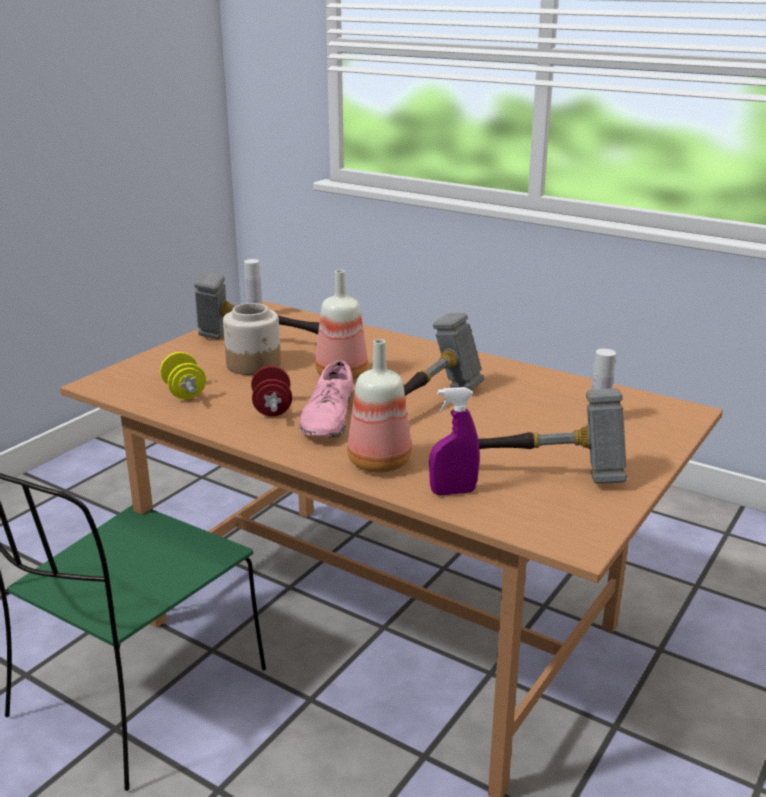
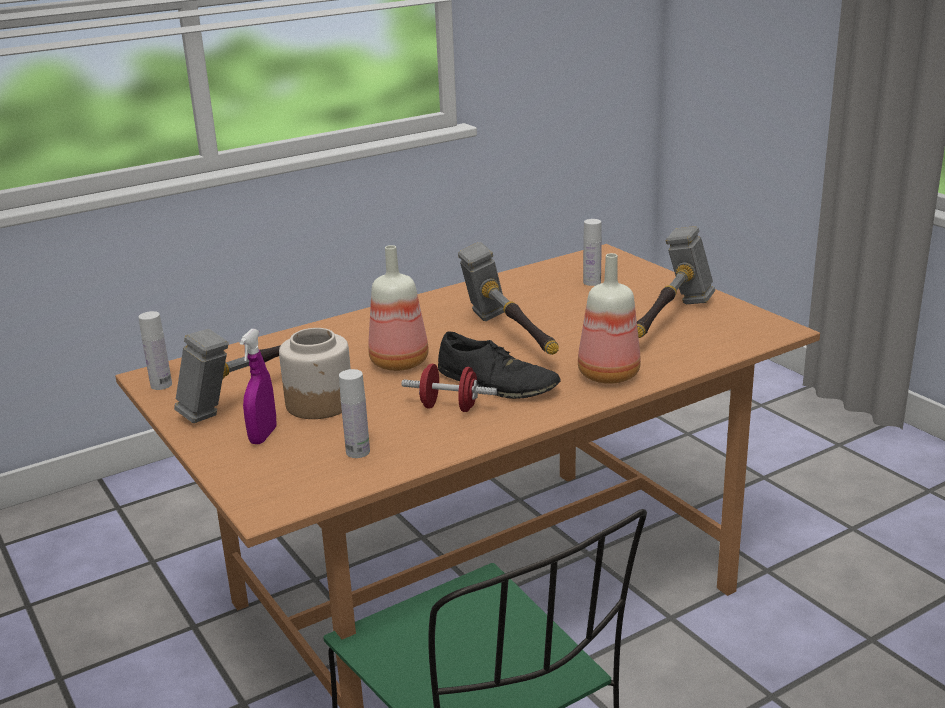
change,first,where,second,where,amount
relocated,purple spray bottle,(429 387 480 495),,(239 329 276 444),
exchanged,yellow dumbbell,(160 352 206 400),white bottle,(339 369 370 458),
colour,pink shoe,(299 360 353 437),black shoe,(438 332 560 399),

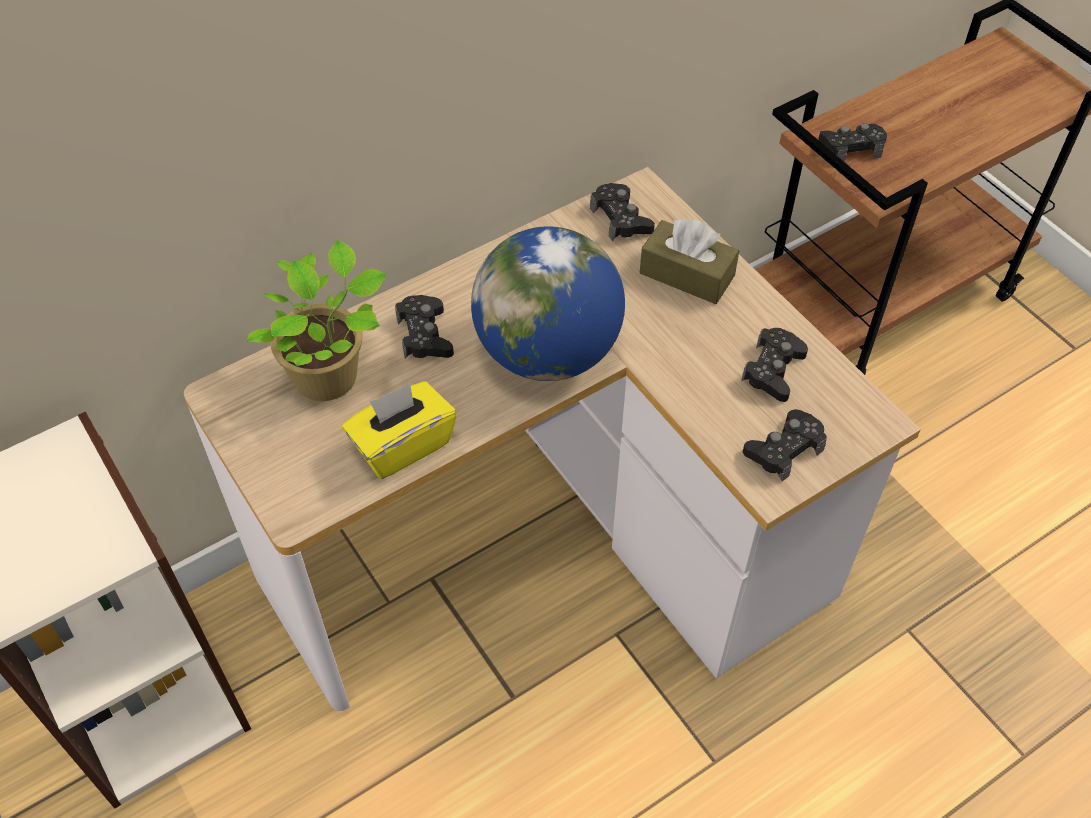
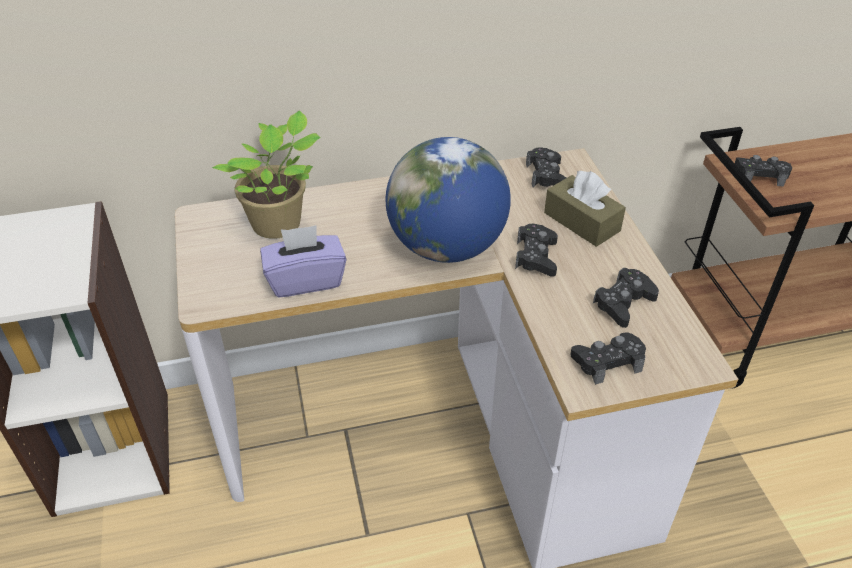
change,first,where,second,where,amount
colour,yellow tissue box,(342 381 457 479),purple tissue box,(260 225 347 297),
relocated,black game controller,(395 295 454 358),,(515 224 558 277),

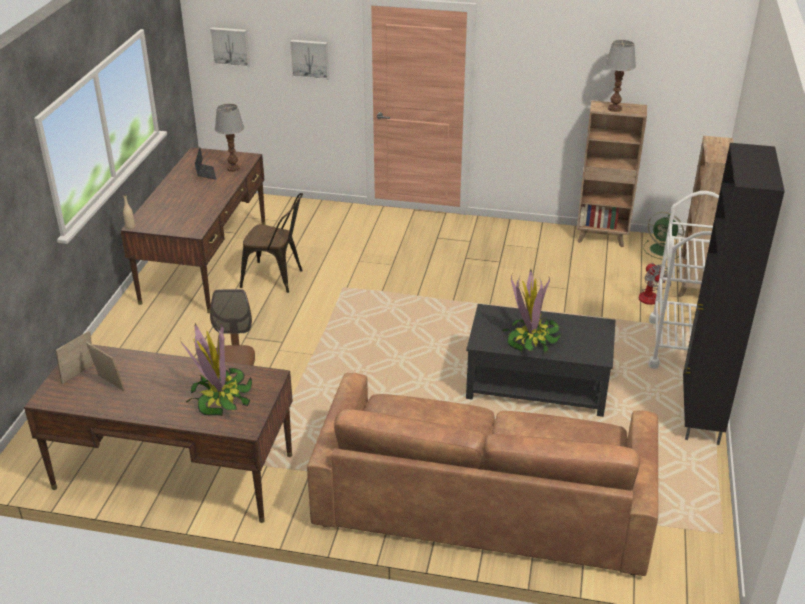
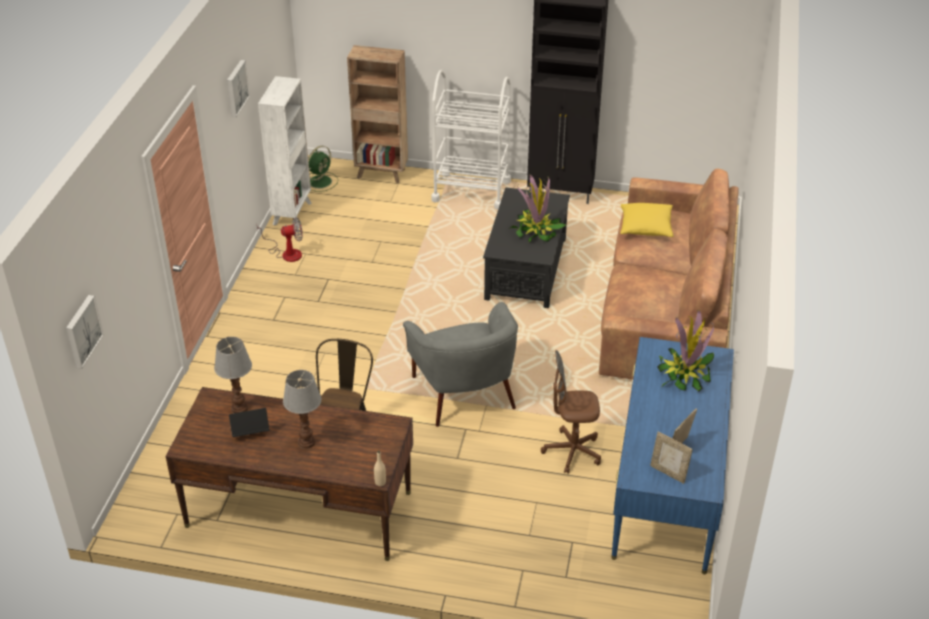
change,first,where,second,where,amount
relocated,picture,(290 40 329 80),,(227 60 250 117),
relocated,fan,(639 263 671 305),,(257 217 303 262),
colour,brown bookcase,(577 100 647 247),white bookcase,(258 76 312 227),
relocated,table lamp,(605 40 636 112),,(283 370 322 449),
appeared,,,grey armchair,(403 302 518 427),
colour,brown desk,(24 345 293 523),blue desk,(611 337 734 574),
appeared,,,yellow pillow,(620 203 673 237),

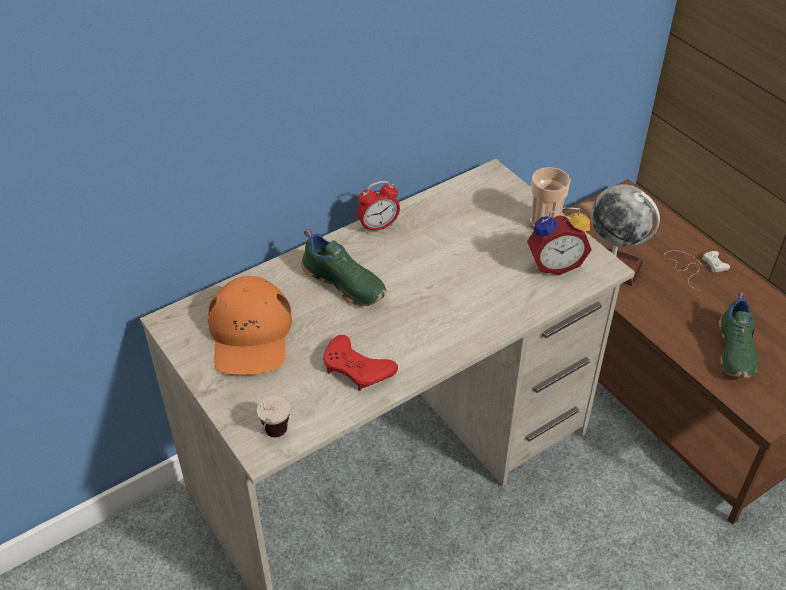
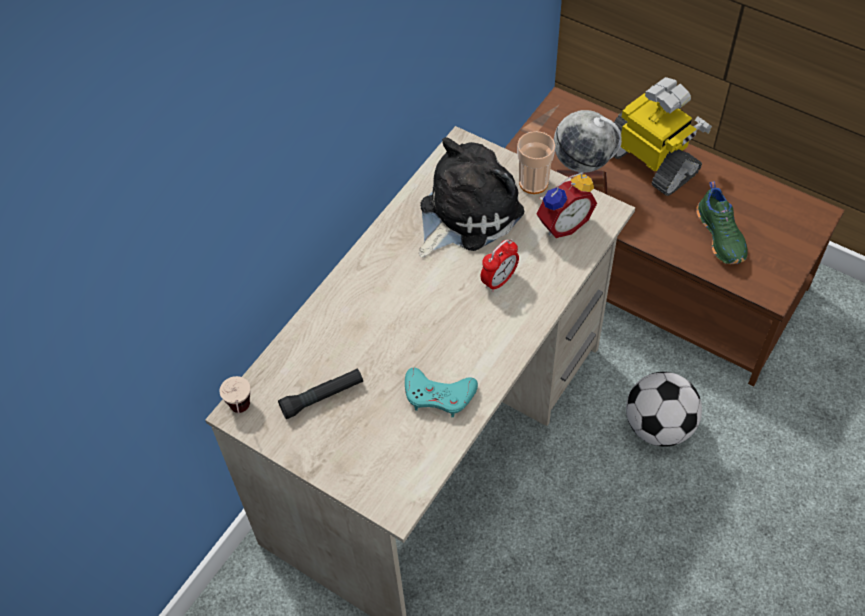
change,first,where,second,where,amount
relocated,cup,(257 396 290 437),,(220 376 250 414),
exchanged,orange cap,(207 276 292 375),black flashlight,(278 369 363 419),
colour,red game controller,(323 335 398 391),turquoise game controller,(405 368 478 417),
appeared,,,plush toy,(419 137 524 257),
relocated,alarm clock,(357 181 400 233),,(480 239 519 292),
exchanged,white game controller,(664 251 730 291),toy robot,(613 77 712 196),
appeared,,,football,(626 372 702 447),
missing,green shoe,(301 229 387 306),,,

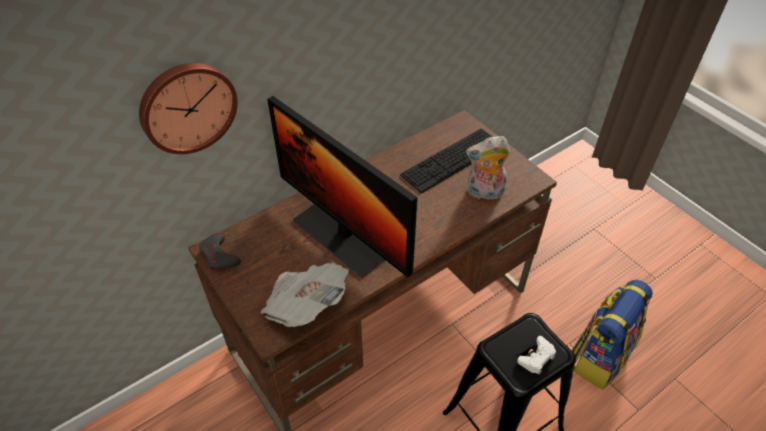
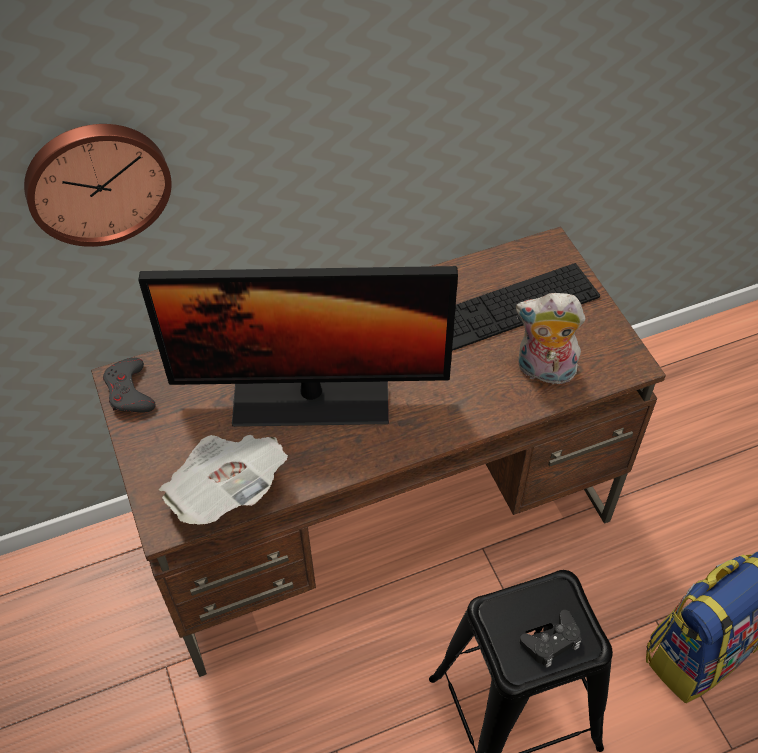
change,first,where,second,where,amount
spun,monitor,(267 96 417 278),,(138 266 458 427),60 degrees counterclockwise
colour,white game controller,(517 336 556 375),black game controller,(520 610 582 668),

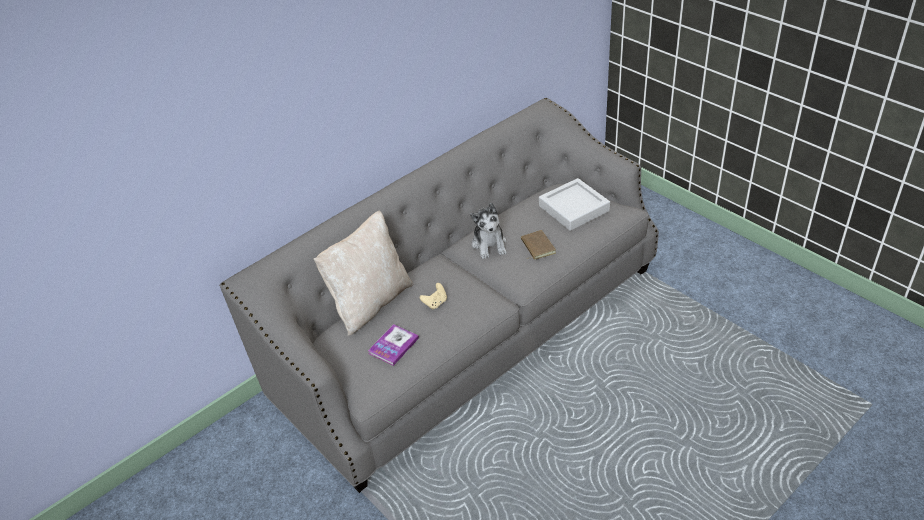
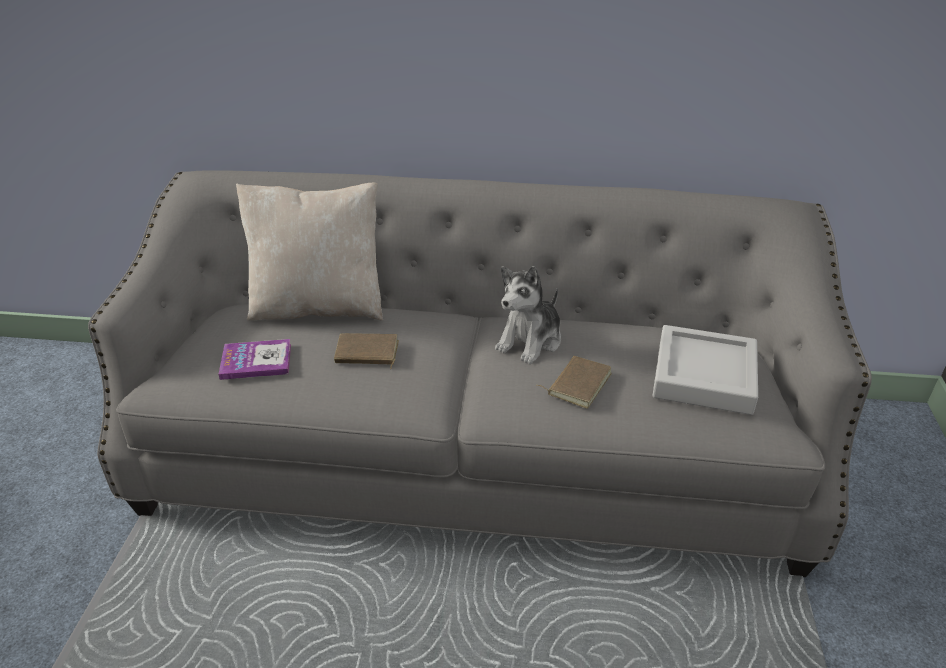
change,first,where,second,where,amount
exchanged,beige game controller,(420 283 447 310),brown book,(334 333 399 369),

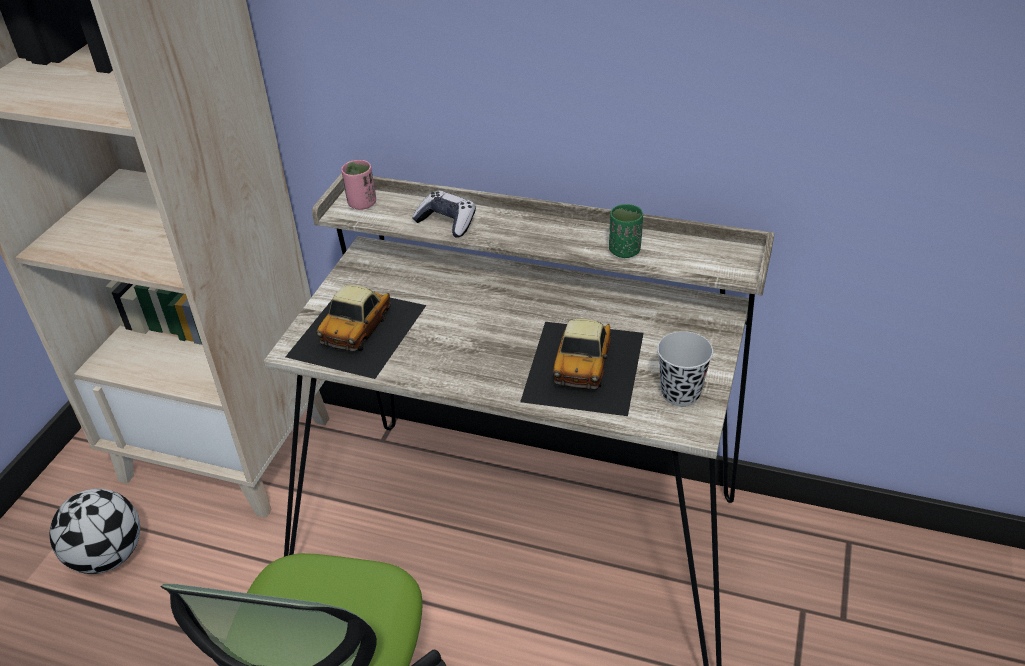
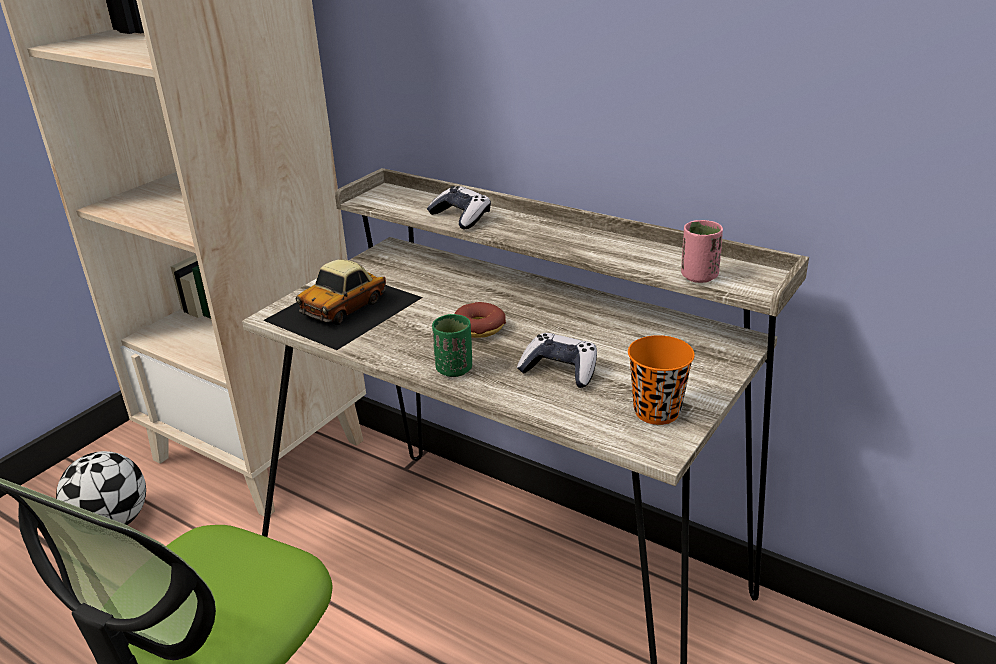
change,first,where,second,where,amount
relocated,green cup,(609 204 643 258),,(432 314 472 377),
appeared,,,donut,(454 302 506 338),
exchanged,toy car,(520 319 644 416),game controller,(517 333 597 388),
colour,black cup,(657 331 713 406),orange cup,(628 335 695 425),
relocated,pink cup,(341 160 376 210),,(681 220 723 283),

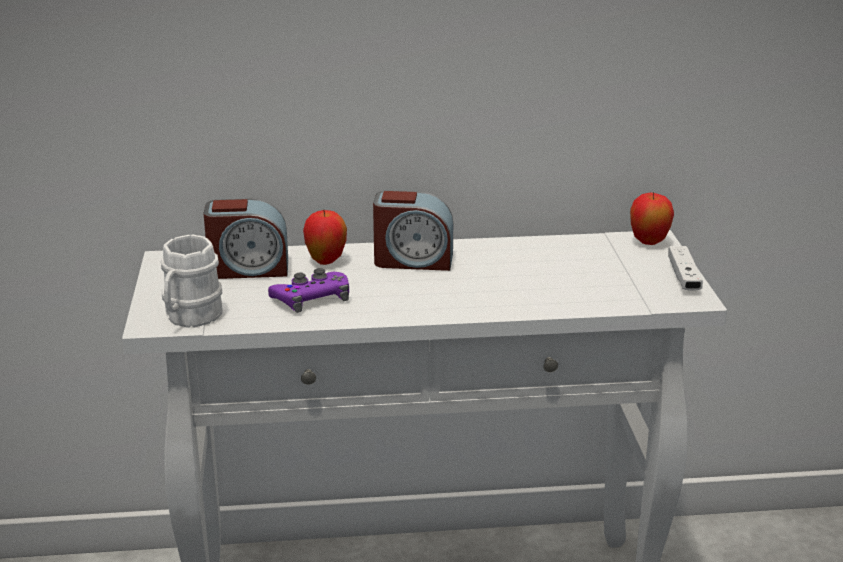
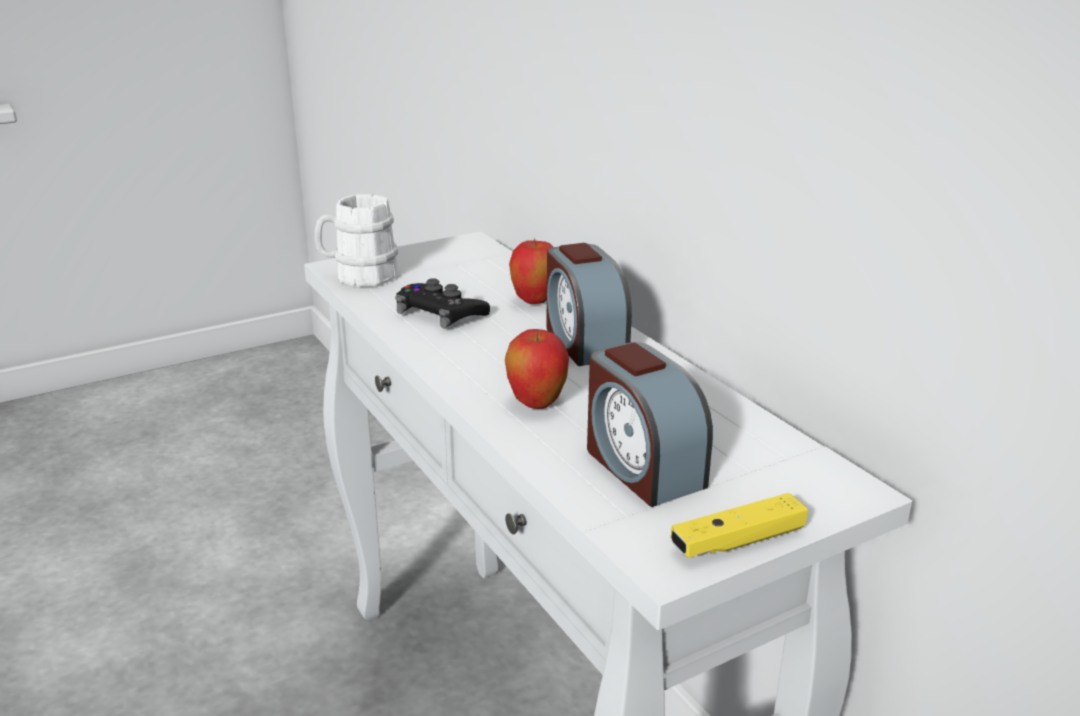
change,first,where,second,where,amount
colour,purple game controller,(268 268 349 313),black game controller,(395 278 490 329),
relocated,apple,(630 192 674 245),,(505 329 569 409),
relocated,alarm clock,(203 199 288 279),,(587 342 713 507),
colour,white game controller,(668 246 703 290),yellow game controller,(671 493 808 558),

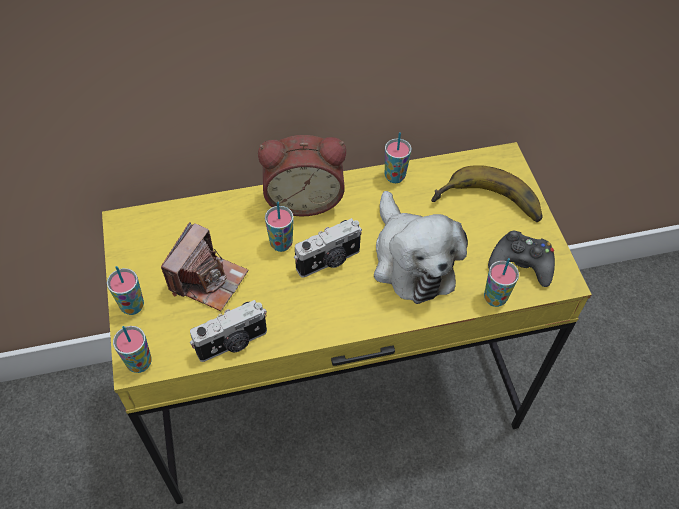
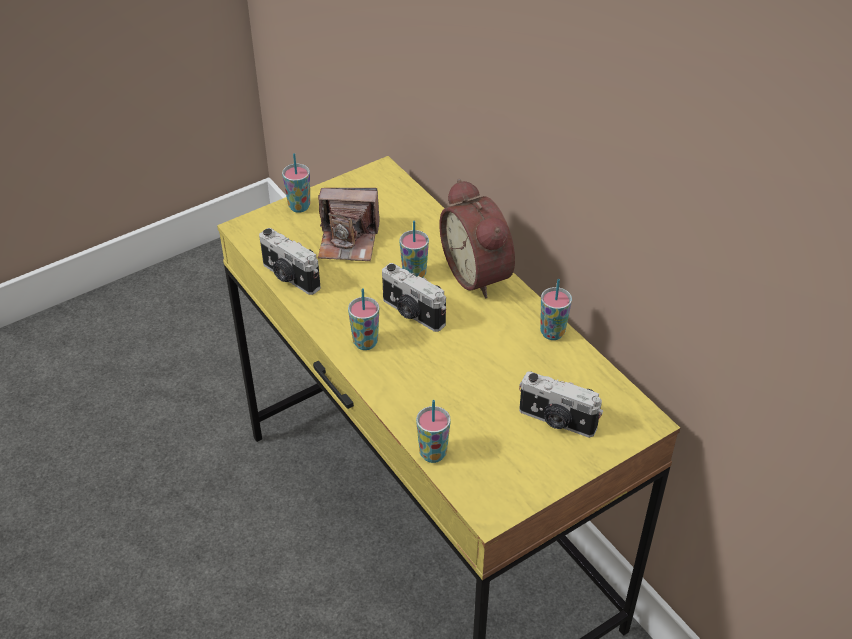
change,first,where,second,where,amount
relocated,cup,(113 326 152 373),,(348 288 379 350),
exchanged,banana,(431 165 543 222),photo camera,(519 371 603 438),
missing,plush toy,(374 191 468 304),,,
missing,black game controller,(488 230 555 287),,,

